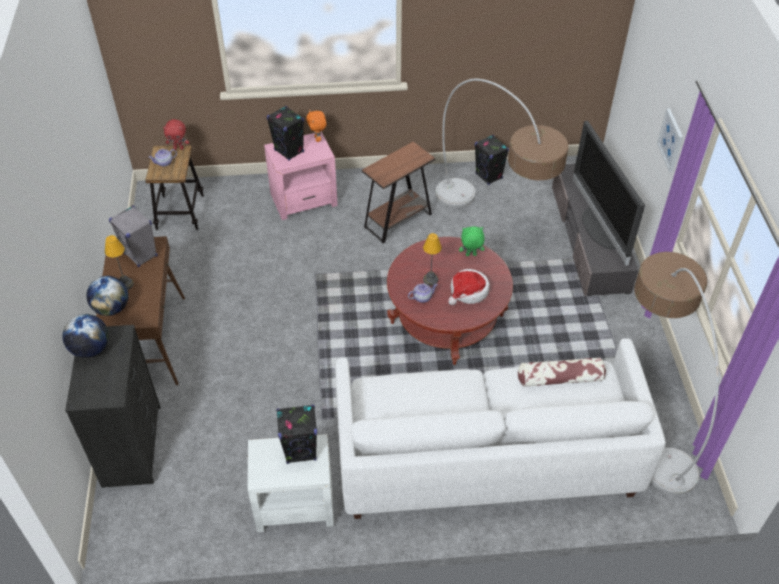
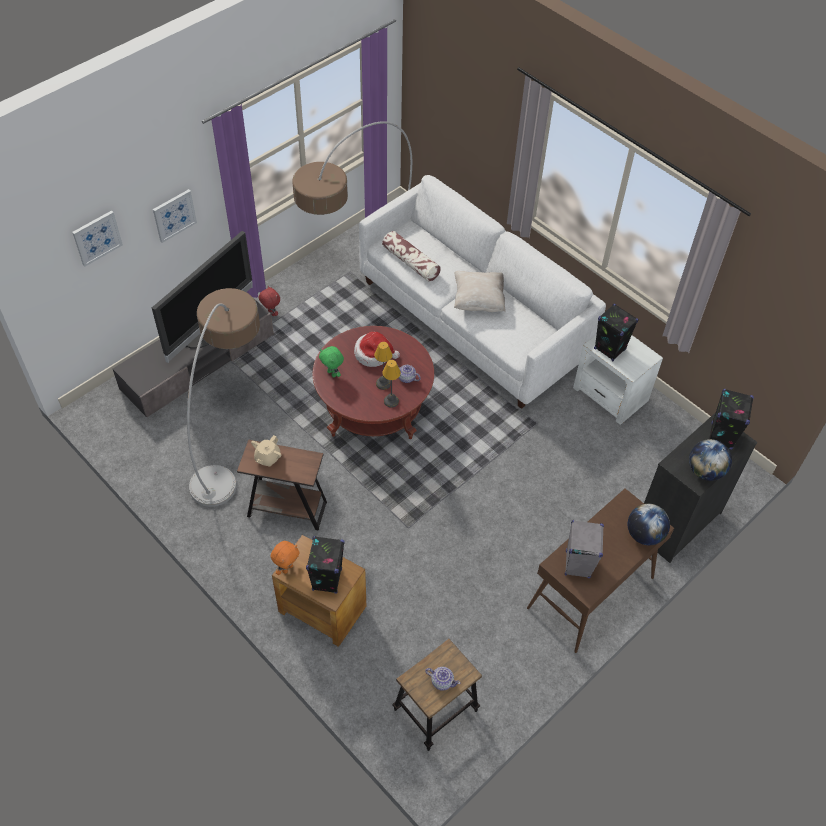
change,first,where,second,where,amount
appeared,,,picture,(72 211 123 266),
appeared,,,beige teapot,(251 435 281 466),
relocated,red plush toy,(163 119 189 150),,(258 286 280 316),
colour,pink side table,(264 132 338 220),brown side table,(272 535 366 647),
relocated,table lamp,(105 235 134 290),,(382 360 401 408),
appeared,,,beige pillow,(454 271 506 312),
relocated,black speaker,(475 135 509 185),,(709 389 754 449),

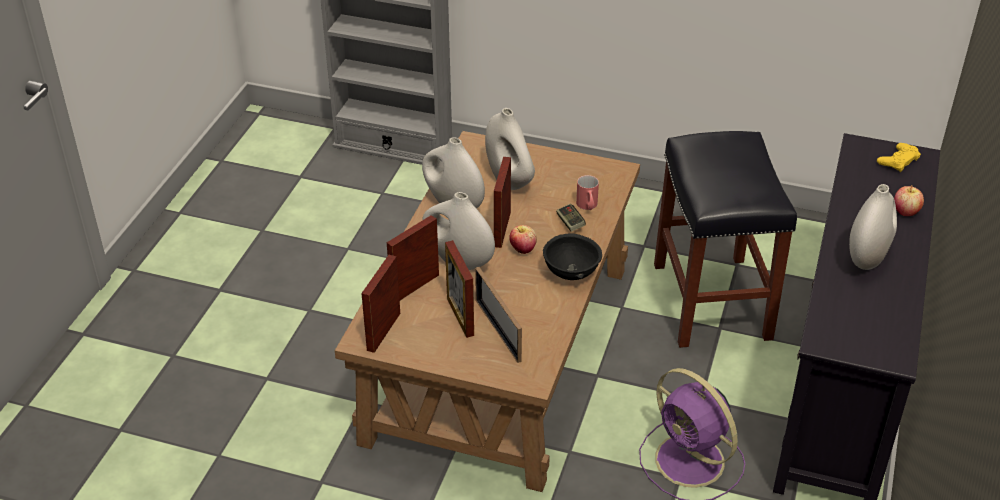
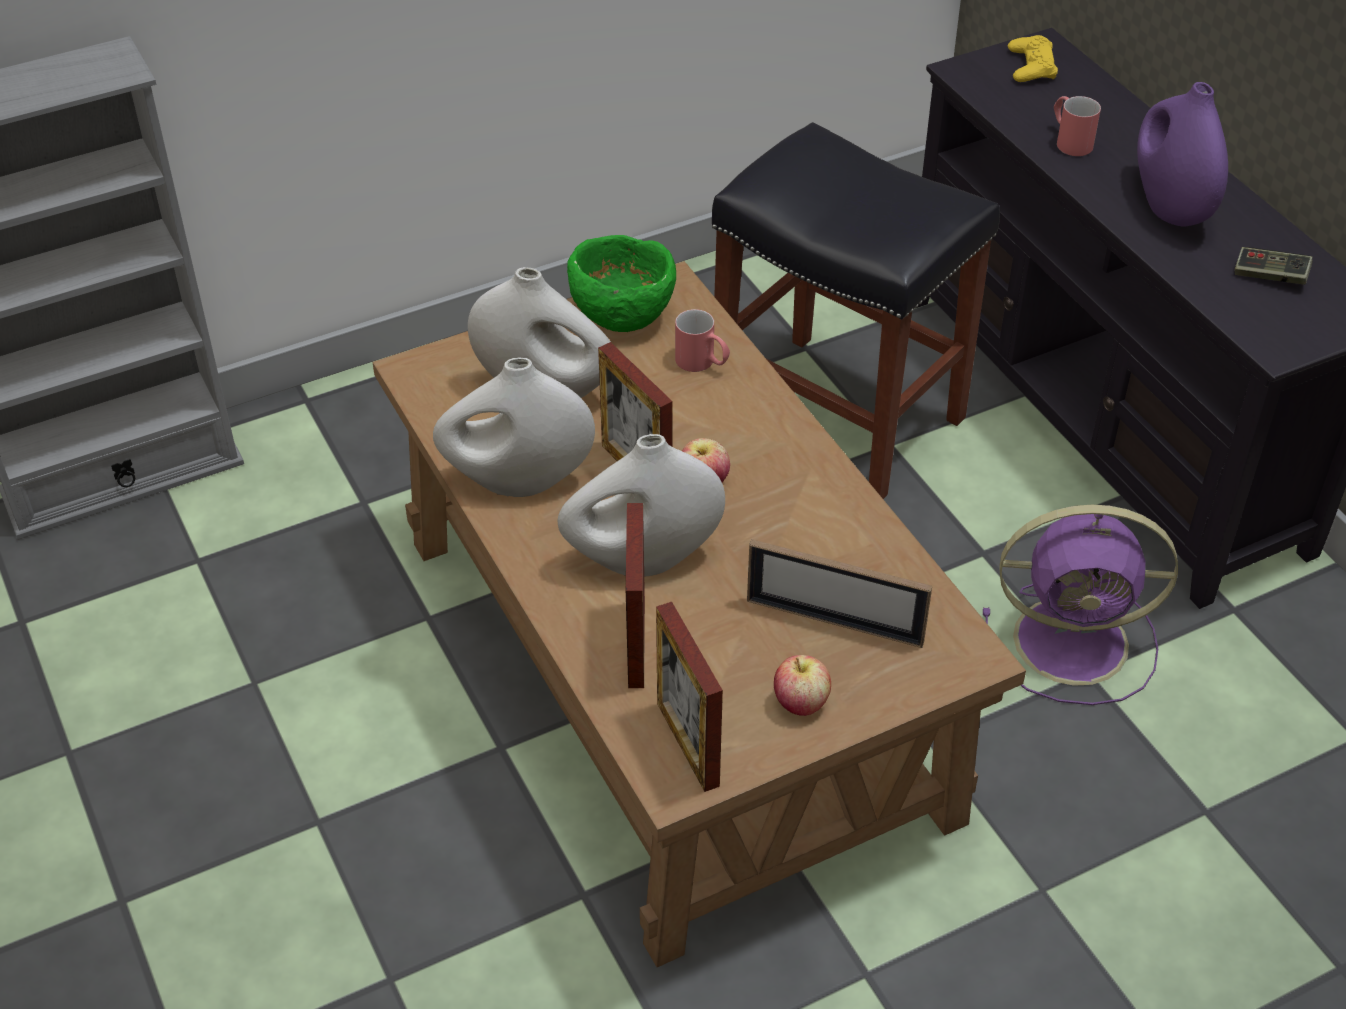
change,first,where,second,where,amount
appeared,,,green bowl,(567 235 676 332),
relocated,apple,(894 185 924 216),,(774 655 831 716),
appeared,,,red mug,(1054 96 1101 156),
colour,white vase,(849 184 897 270),purple vase,(1137 82 1228 226),
relocated,game controller,(556 204 586 232),,(1234 247 1313 285),
missing,picture frame,(445 240 474 338),,,
missing,black bowl,(543 233 602 280),,,

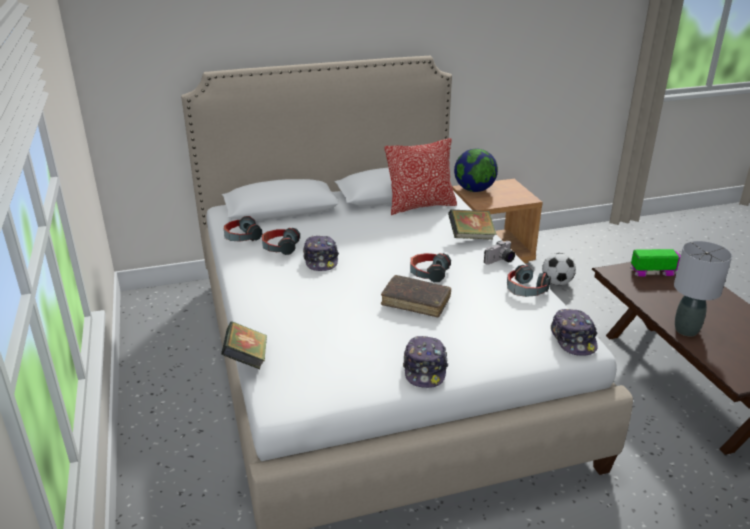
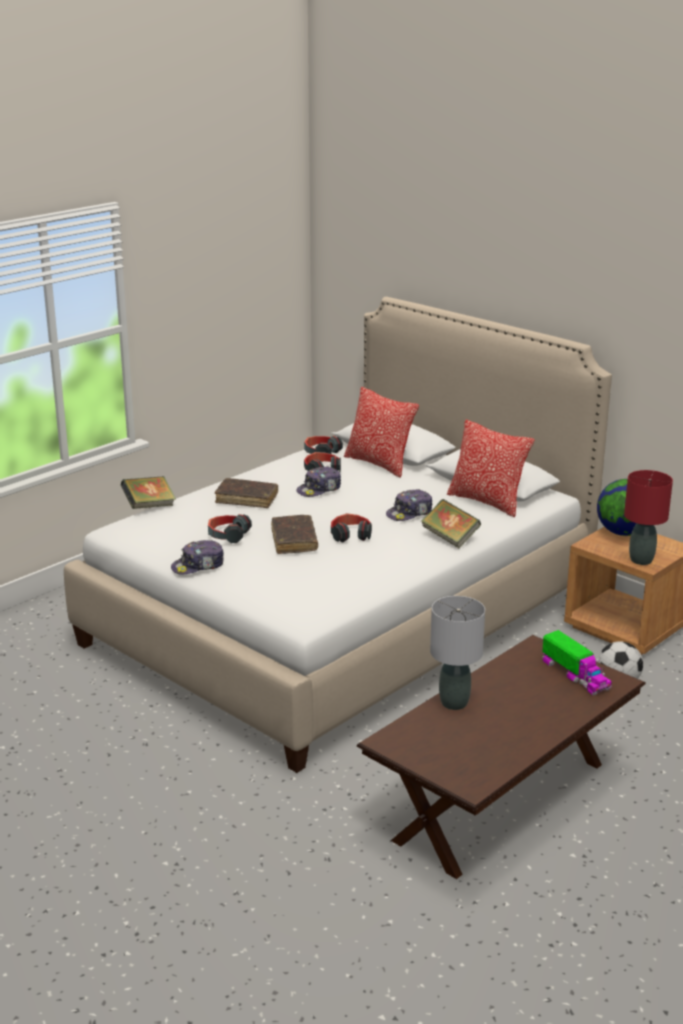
change,first,where,second,where,amount
relocated,headphones,(507 265 551 297),,(208 514 252 543),
appeared,,,brown book,(215 478 278 508),
appeared,,,pillow,(344 387 419 478),
relocated,cap,(551 309 598 356),,(386 489 432 521),
appeared,,,red table lamp,(624 470 673 565),
missing,photo camera,(484 241 515 265),,,

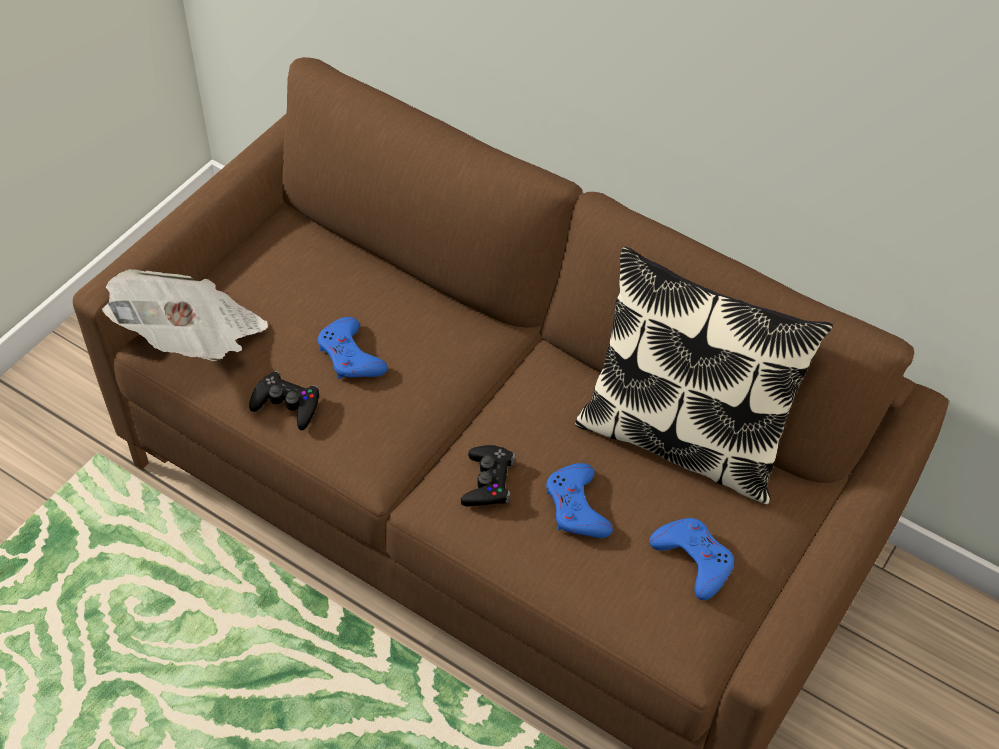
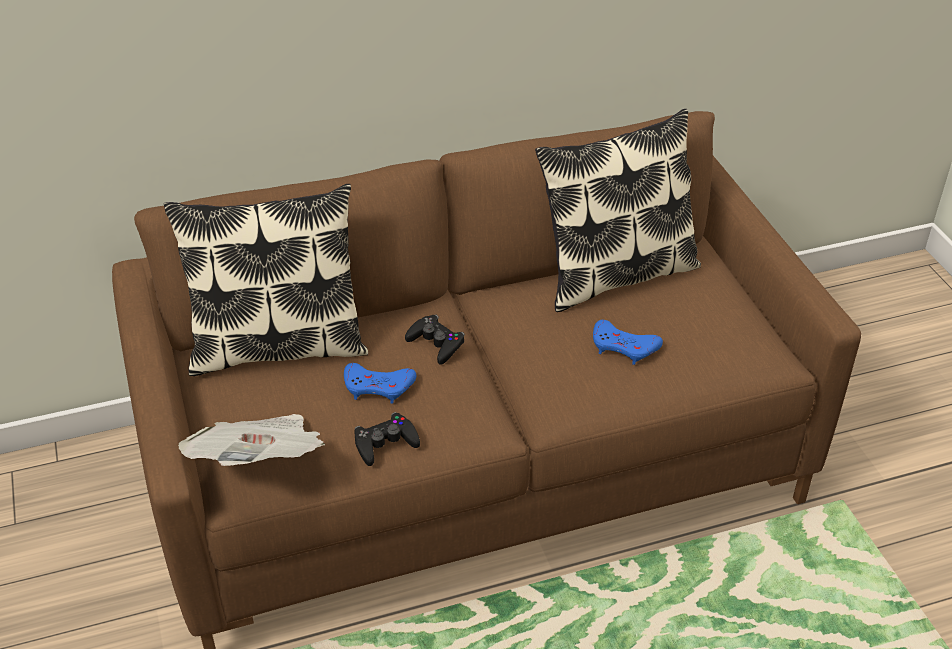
change,first,where,second,where,amount
appeared,,,pillow,(164 184 368 376),
relocated,black game controller,(461 445 515 506),,(405 315 465 365),
missing,blue game controller,(649 518 734 600),,,

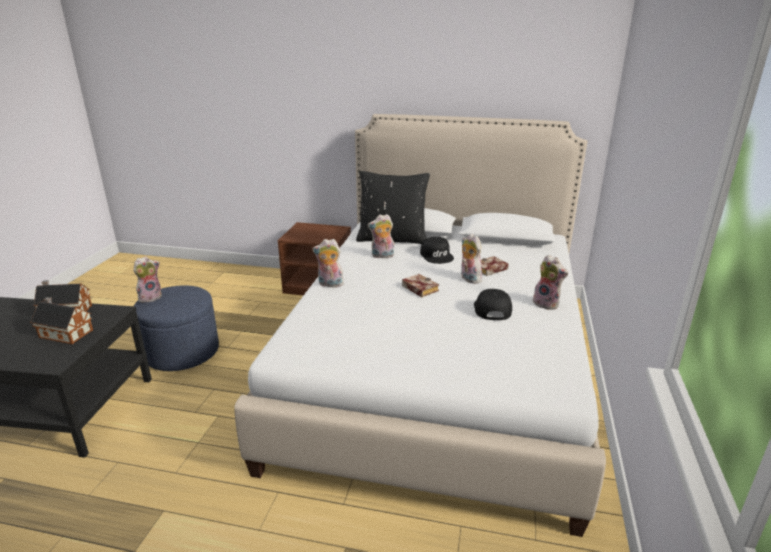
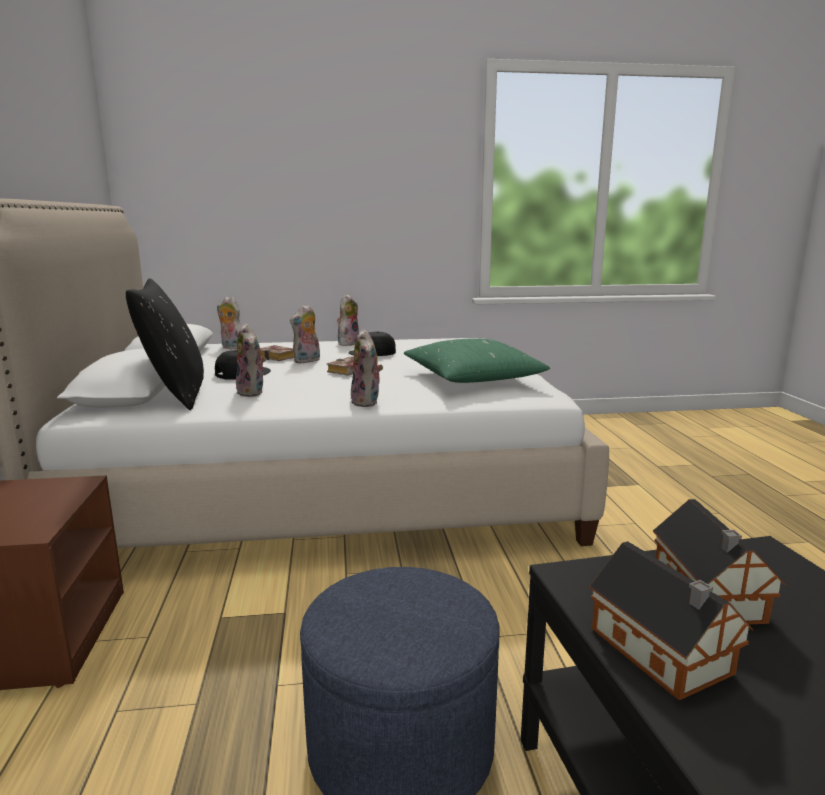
change,first,where,second,where,amount
relocated,plush toy,(133 256 162 303),,(217 297 242 350),
appeared,,,green pillow,(404 339 550 383),

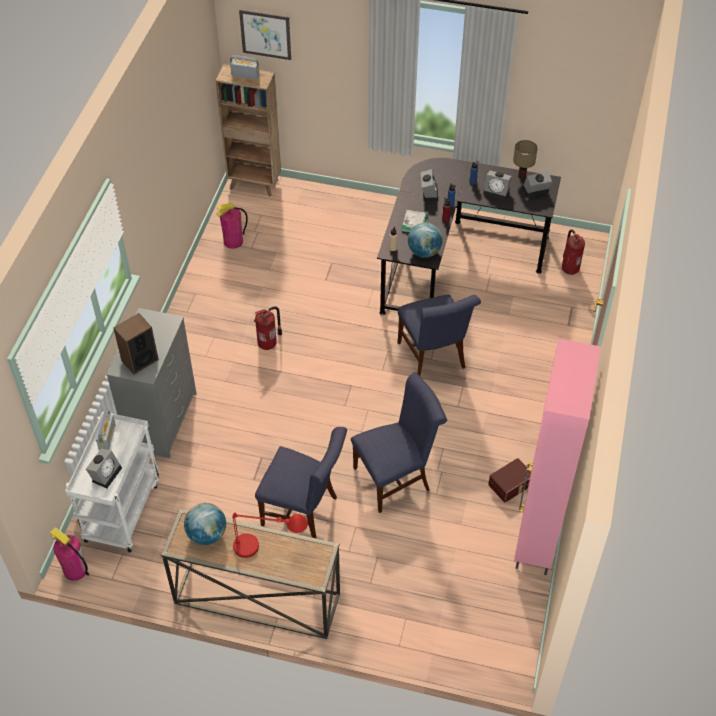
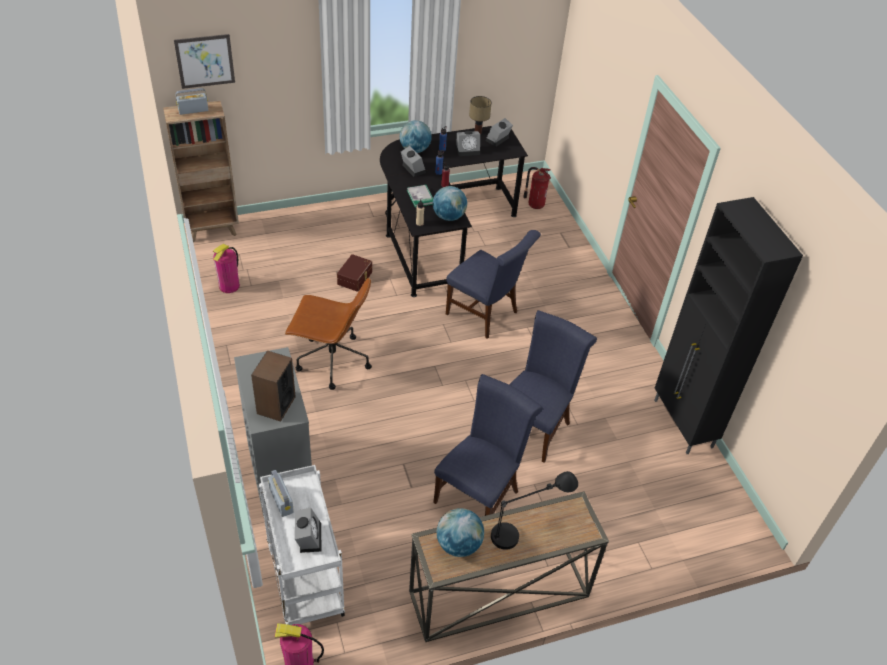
change,first,where,second,where,amount
exchanged,fire extinguisher,(254 306 282 350),brown office chair,(285 277 372 390),
relocated,brown storage box,(488 458 531 503),,(337 254 372 292),
appeared,,,globe,(400 120 432 153),
spun,blue chair,(255 427 347 539),,(433 374 543 516),45 degrees counterclockwise
colour,red table lamp,(232 513 308 558),black table lamp,(491 471 578 550),
colour,pink cabinet,(514 338 601 575),black cabinet,(654 197 803 454),

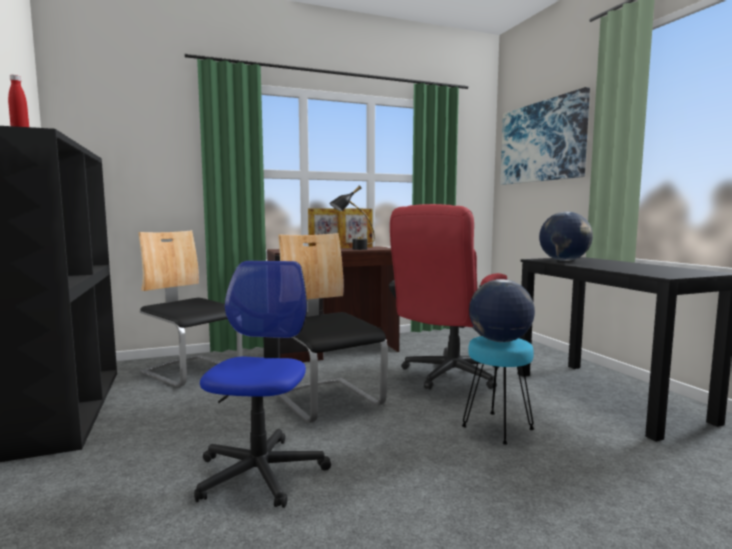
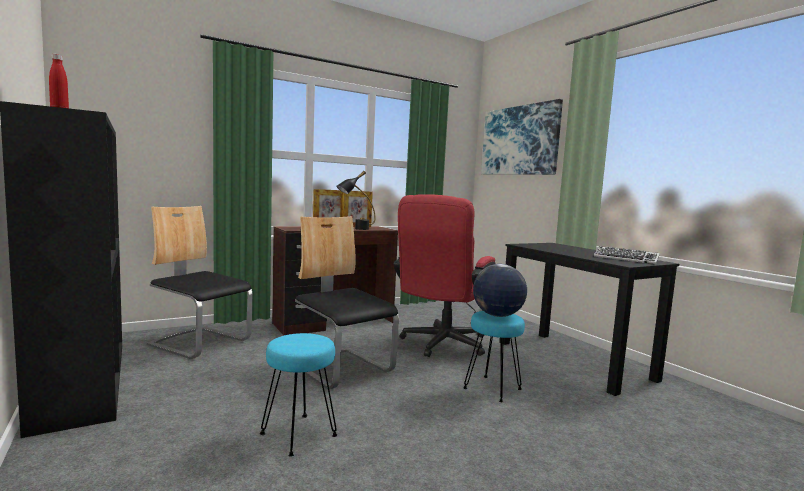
change,first,where,second,where,amount
exchanged,office chair,(194 261 331 508),turquoise stool,(260 333 337 457),
appeared,,,keyboard,(594 246 660 264),
missing,globe,(539 212 593 261),,,

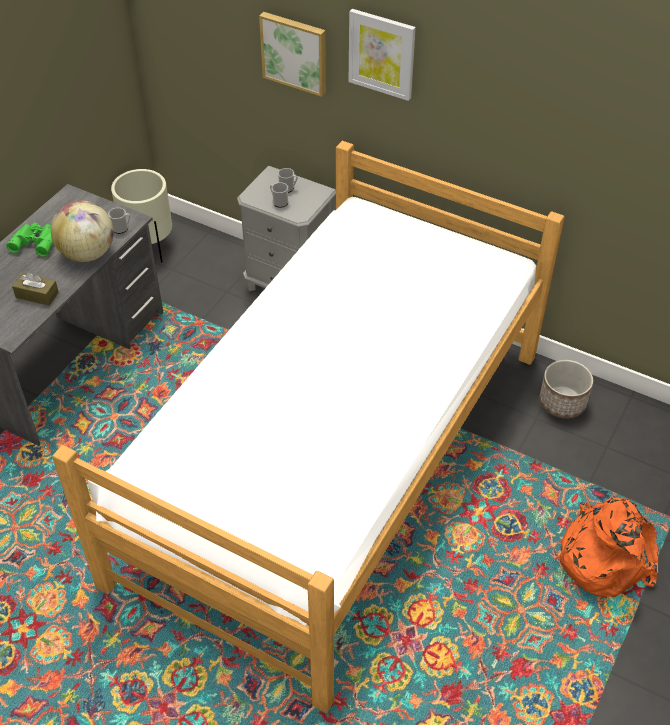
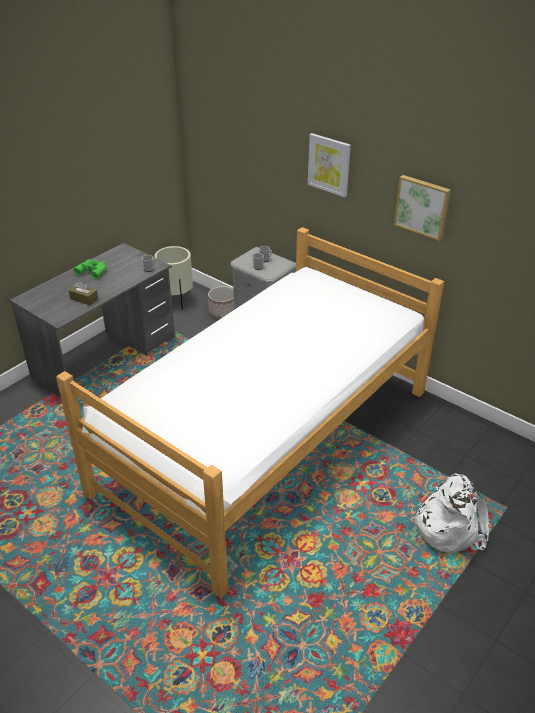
change,first,where,second,where,amount
relocated,planter,(539 360 593 419),,(208 286 234 319),
relocated,picture,(259 12 326 97),,(394 175 451 240),
colour,orange backpack,(554 496 658 597),white backpack,(410 473 489 554),
missing,globe,(51 200 114 262),,,

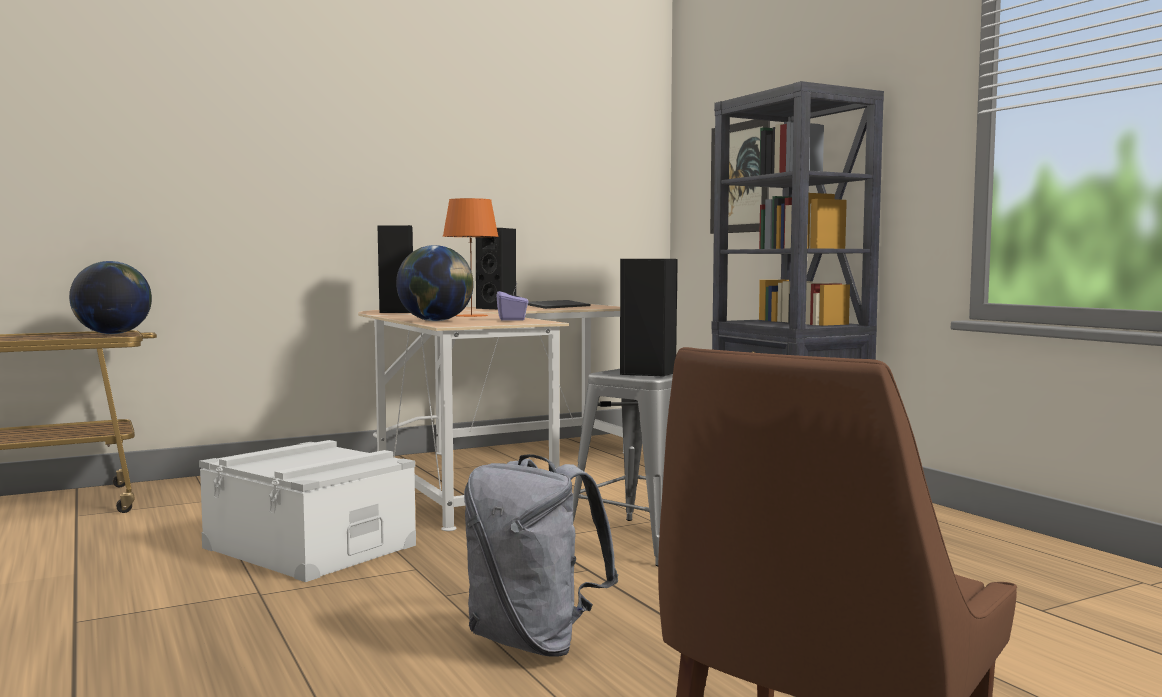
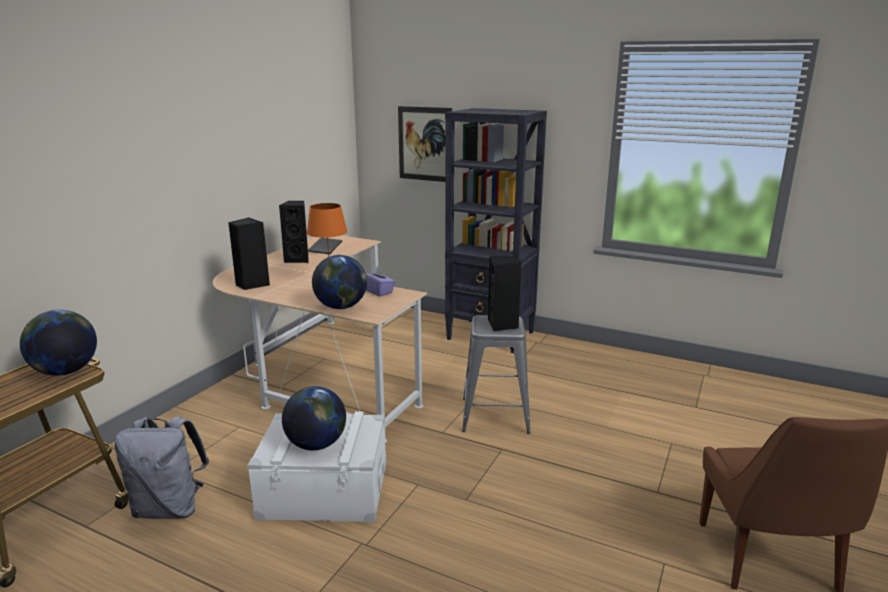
change,first,where,second,where,amount
relocated,grey backpack,(464 454 618 657),,(115 416 209 519),
appeared,,,globe,(282 386 346 450),

